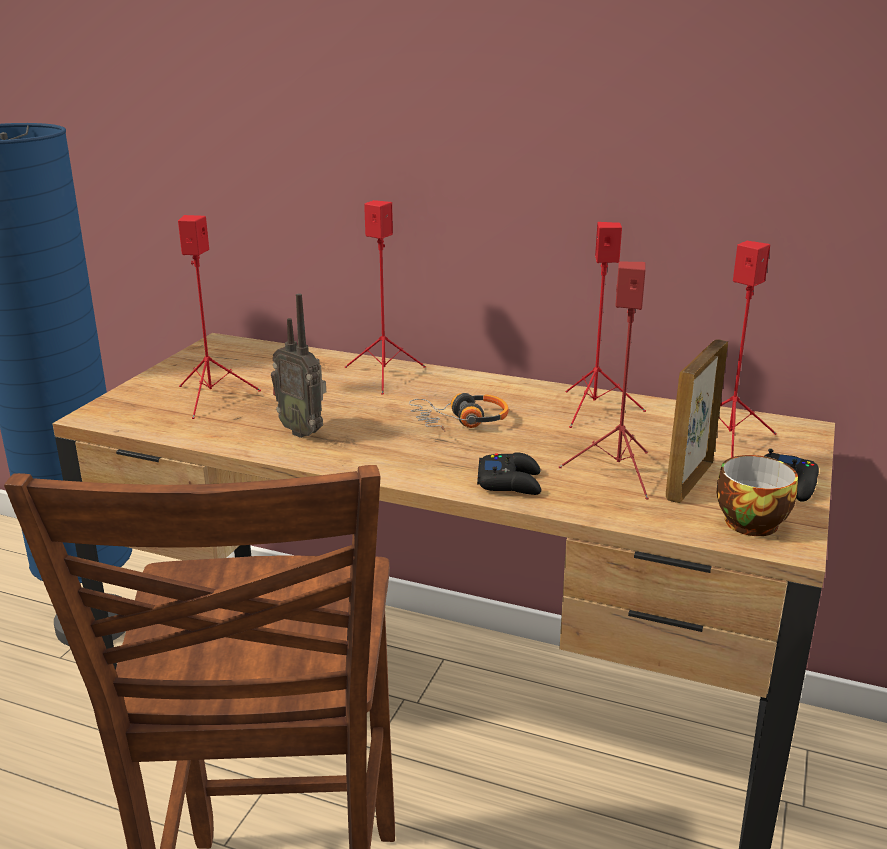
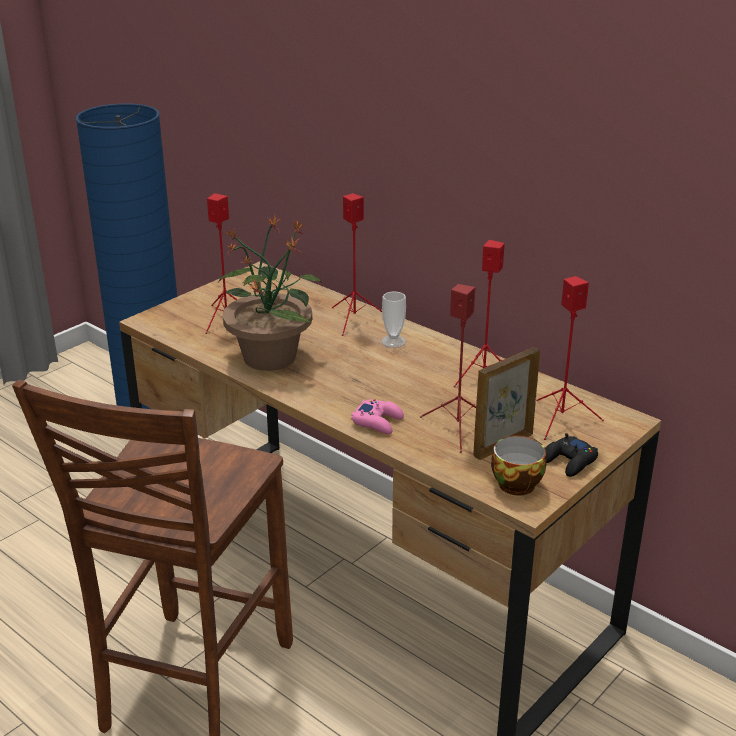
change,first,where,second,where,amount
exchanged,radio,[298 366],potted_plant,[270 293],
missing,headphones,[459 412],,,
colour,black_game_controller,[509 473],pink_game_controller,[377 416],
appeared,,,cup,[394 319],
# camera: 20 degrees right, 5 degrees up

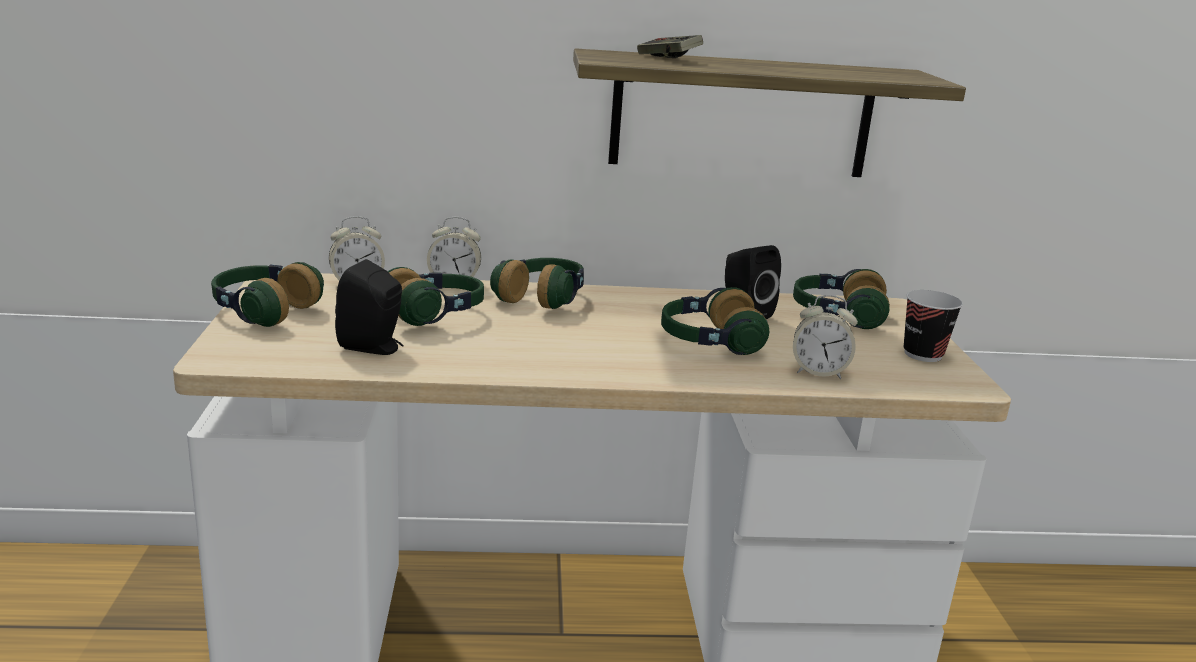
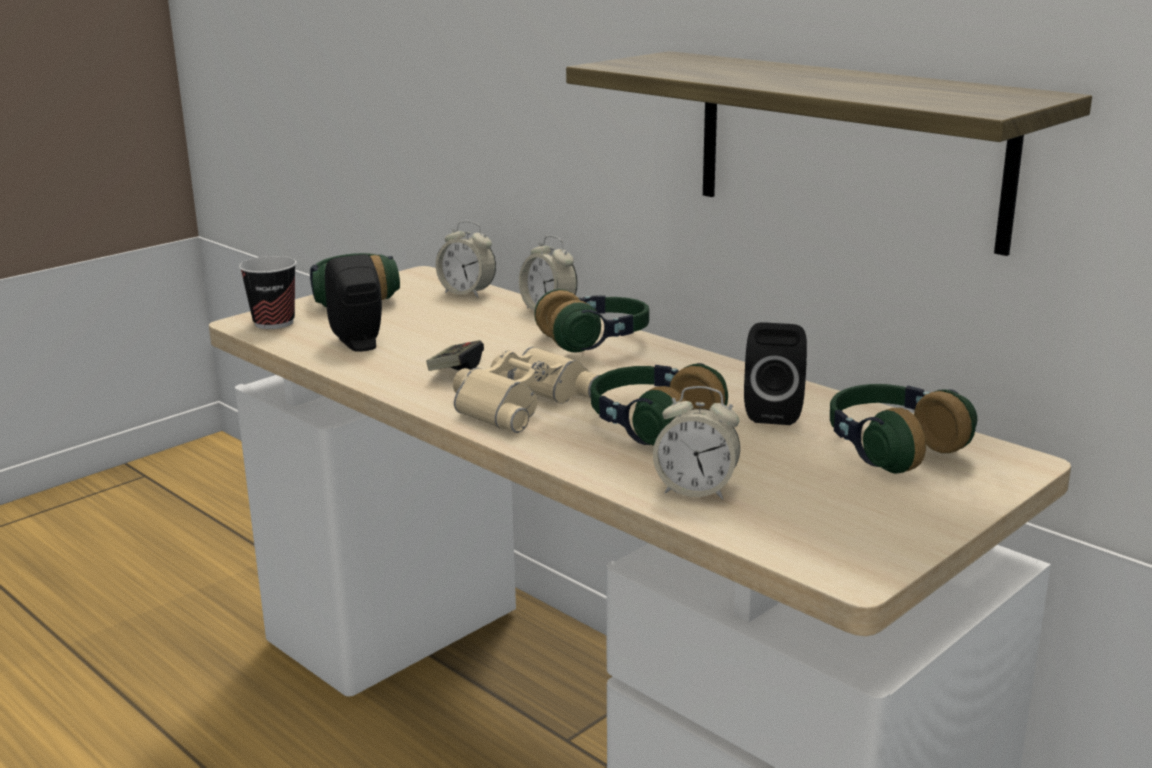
change,first,where,second,where,amount
relocated,game_controller,[670 46],,[455 355],
missing,headphones,[436 296],,,
relocated,cup,[933 326],,[267 292],
spun,alarm_clock,[825 337],,[696 443],45 degrees counterclockwise
appeared,,,beige_binoculars,[526 390],
# camera: 50 degrees right, 0 degrees up

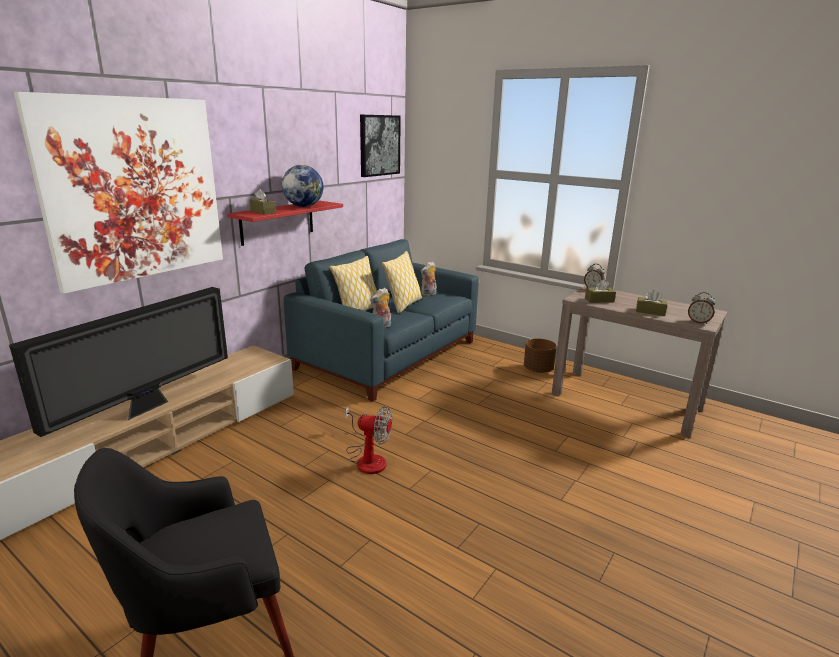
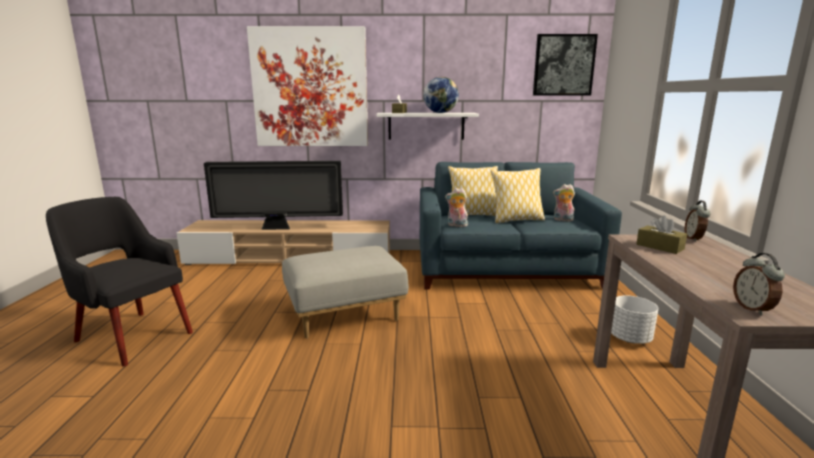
change,first,where,second,where,amount
colour,red_shelf,[285 223],white_shelf,[427 126],
missing,brown_tissue_box,[651 303],,,
colour,brown_planter,[540 355],white_planter,[634 319],
exchanged,fan,[369 440],grey_ottoman,[345 292],
# camera: 55 degrees right, 5 degrees down

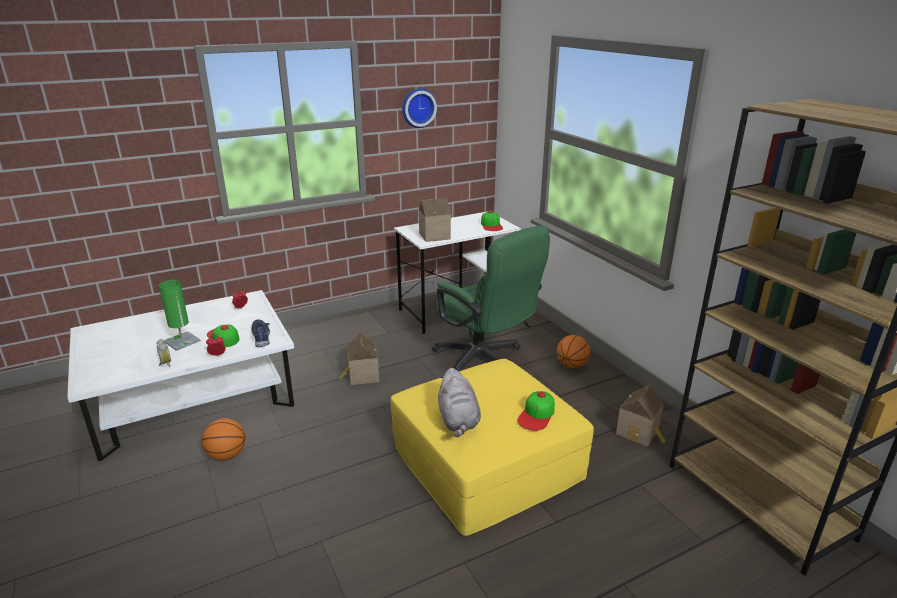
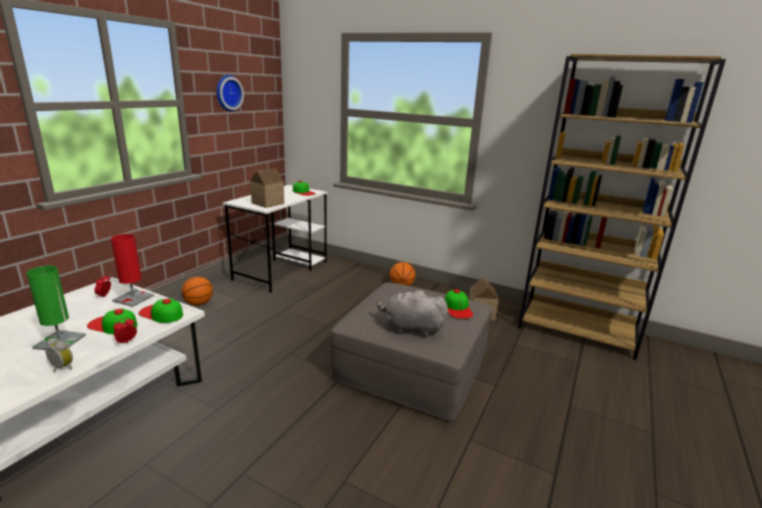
change,first,where,second,where,amount
missing,green_office_chair,[491 298],,,
exchanged,blue_shoe,[260 333],cap,[161 310],
missing,toy_house,[359 359],,,
colour,yellow_ottoman,[492 447],grey_ottoman,[411 351],
spun,grey_plush_toy,[459 402],,[412 313],150 degrees clockwise
relocated,basketball,[223 439],,[197 291],
appeared,,,red_table_lamp,[132 270],
# camera: 35 degrees left, 5 degrees down

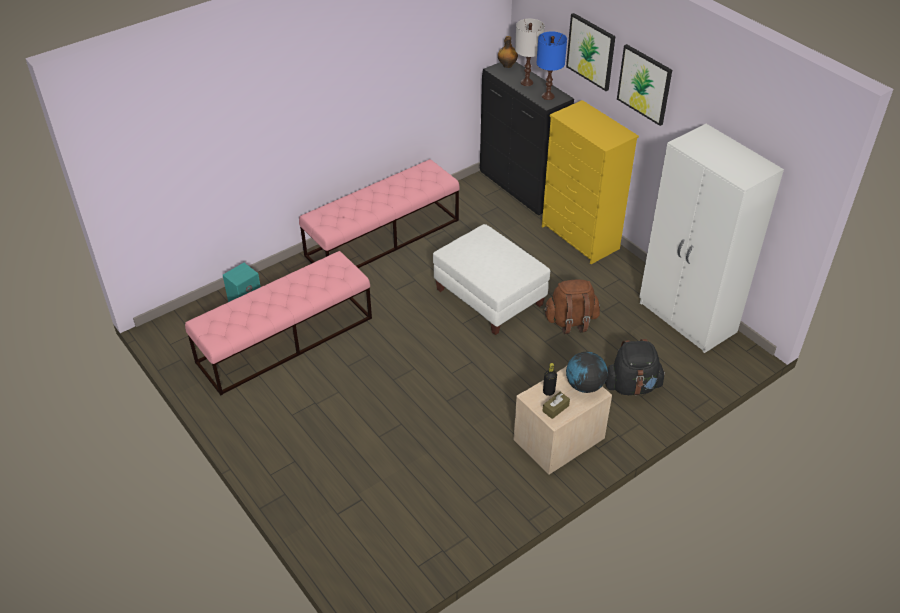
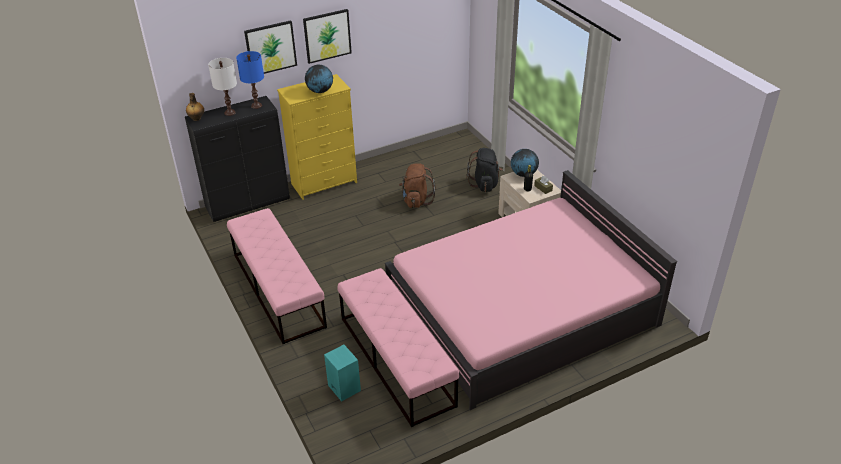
change,first,where,second,where,amount
missing,white_wardrobe,[711 238],,,
missing,white_ottoman,[491 279],,,
appeared,,,globe,[319 79],
appeared,,,pink_bed,[531 290],
# camera: 80 degrees left, 5 degrees down

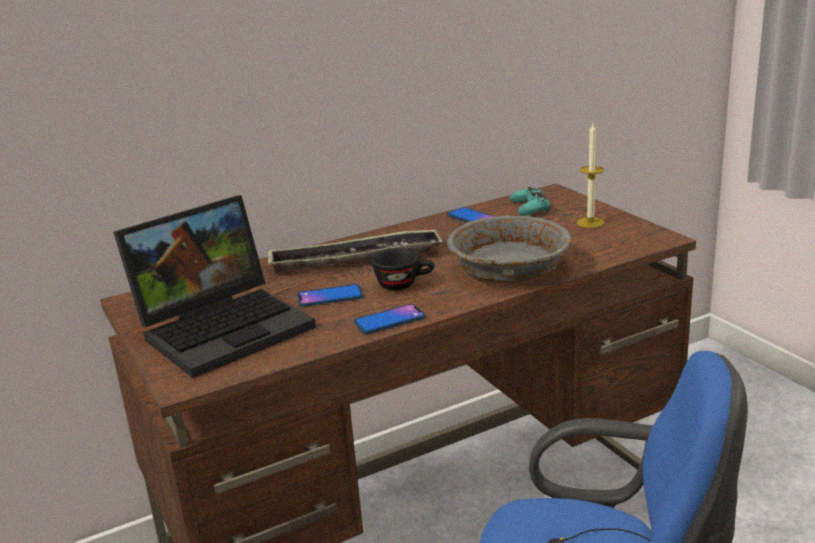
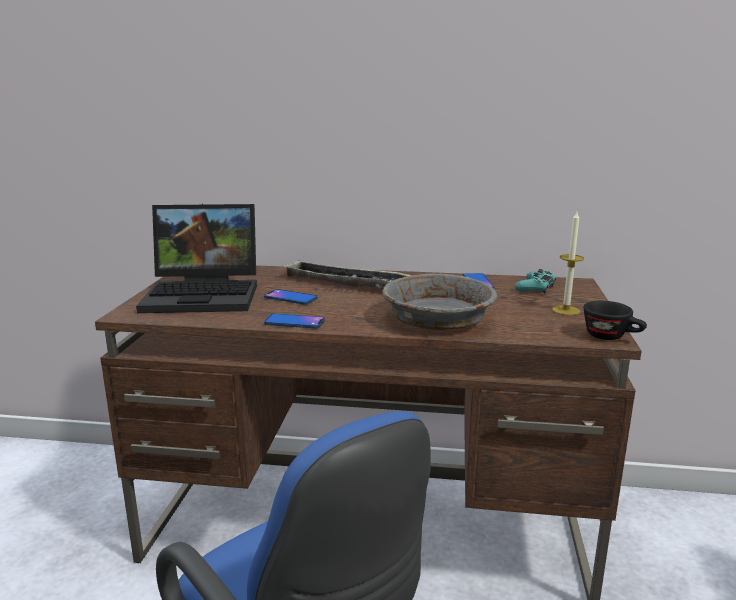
change,first,where,second,where,amount
relocated,black_cup,[403 269],,[615 320],
# camera: 35 degrees right, 5 degrees down

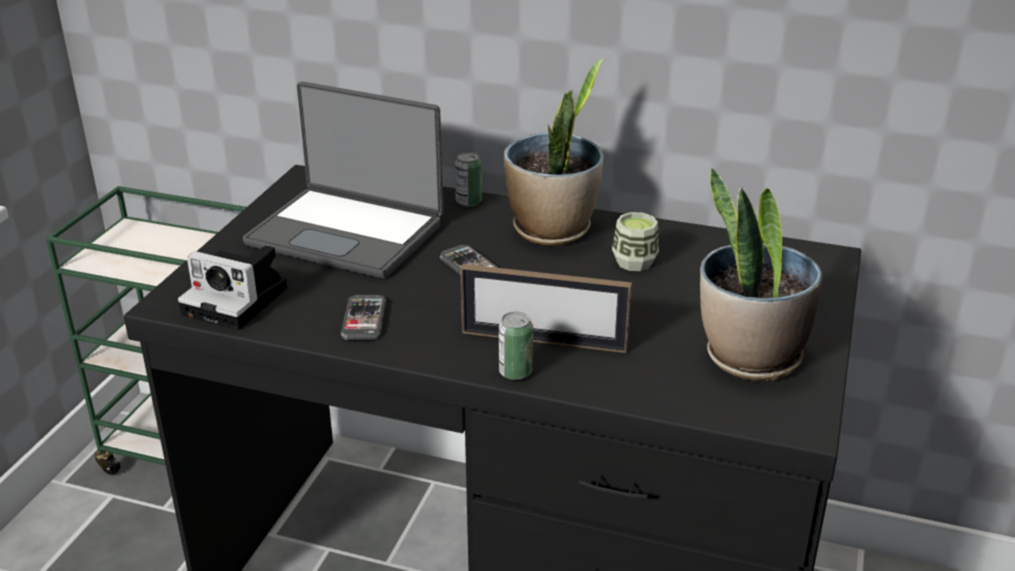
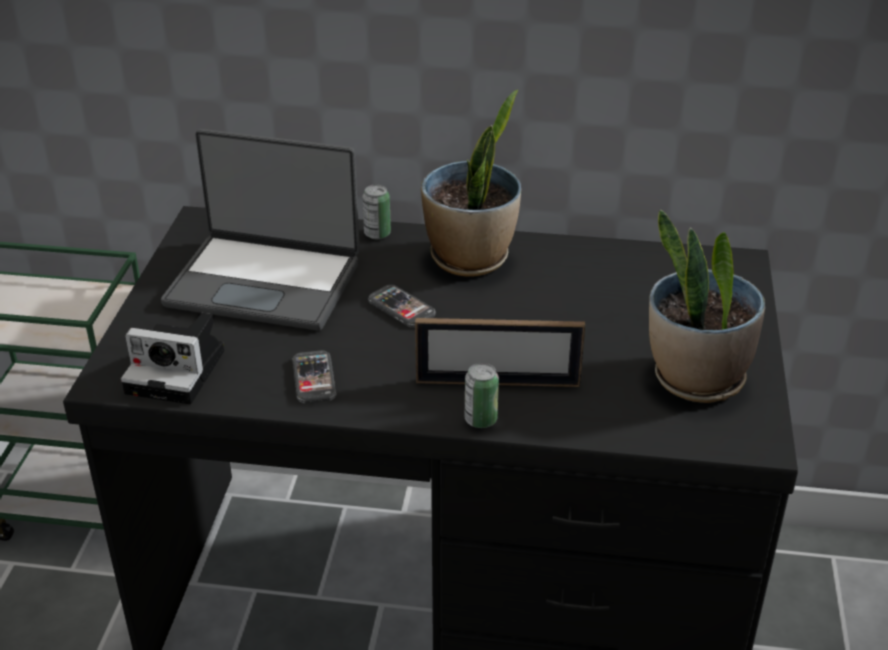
change,first,where,second,where,amount
missing,cup,[635 241],,,
# camera: 10 degrees left, 5 degrees up

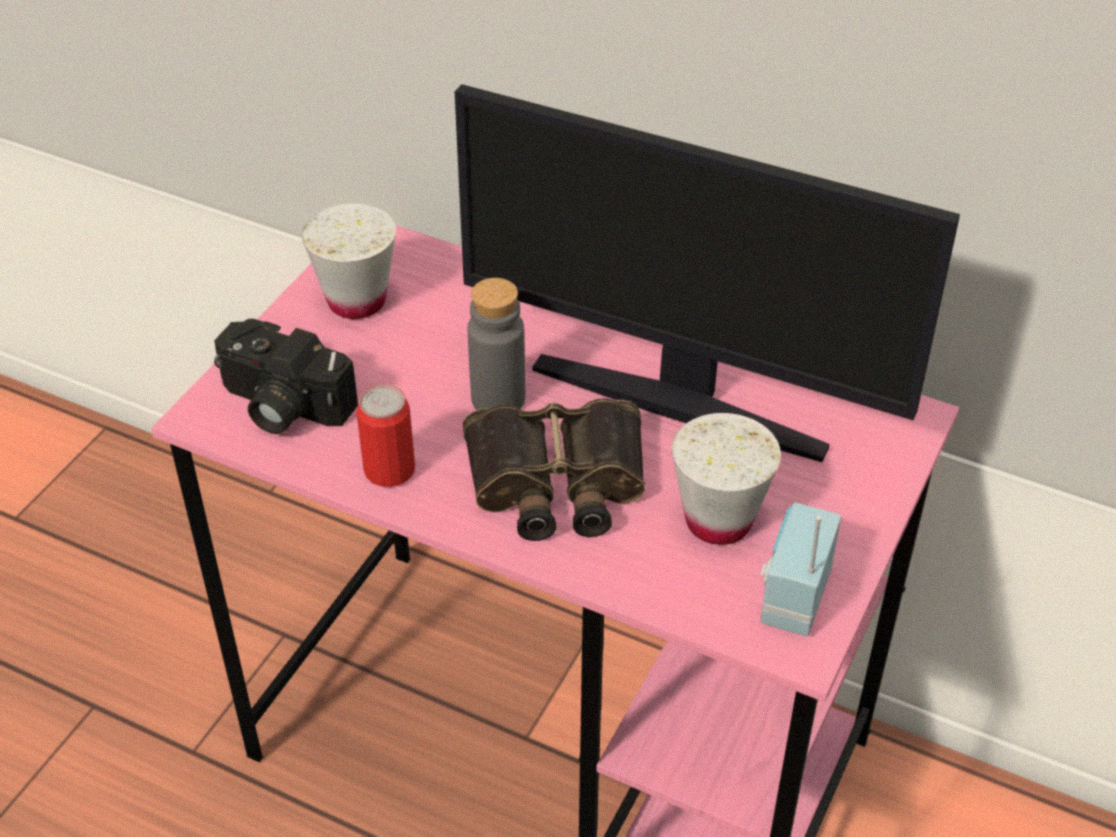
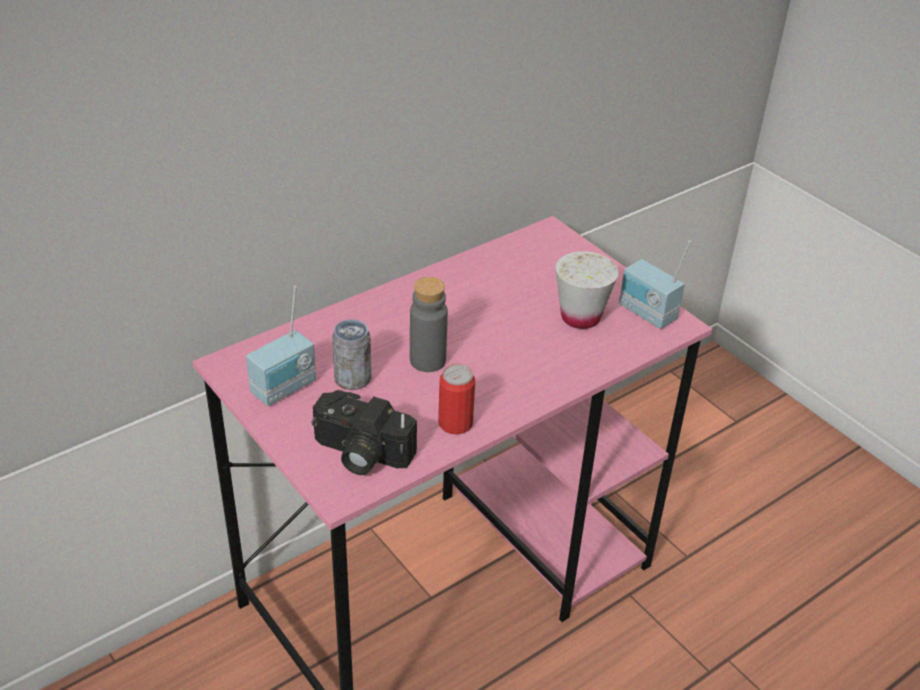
change,first,where,second,where,amount
missing,monitor,[707 273],,,
exchanged,white_cup,[349 261],radio,[281 346],
spun,photo_camera,[286 376],,[364 432],60 degrees clockwise
missing,binoculars,[554 469],,,
appeared,,,can,[351 354],
# camera: 65 degrees left, 5 degrees down

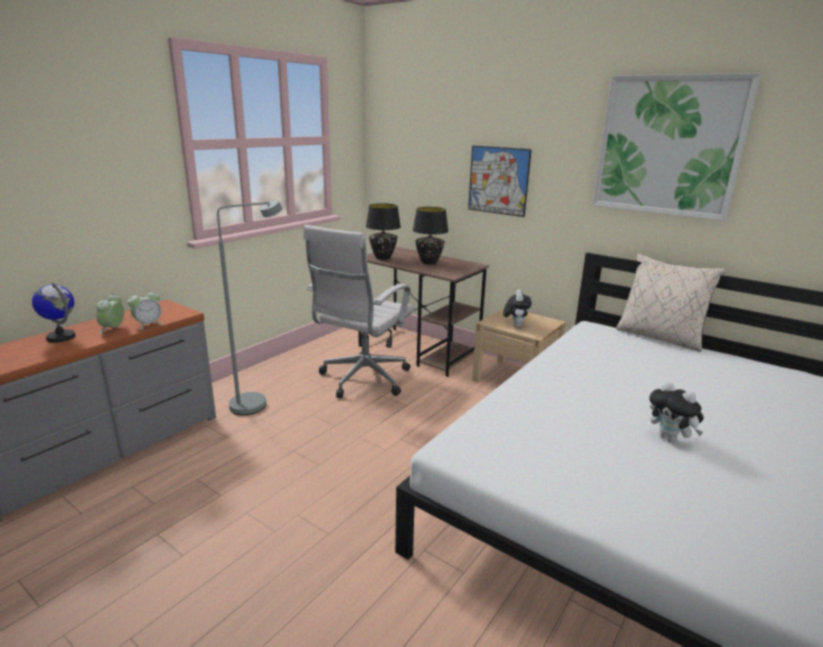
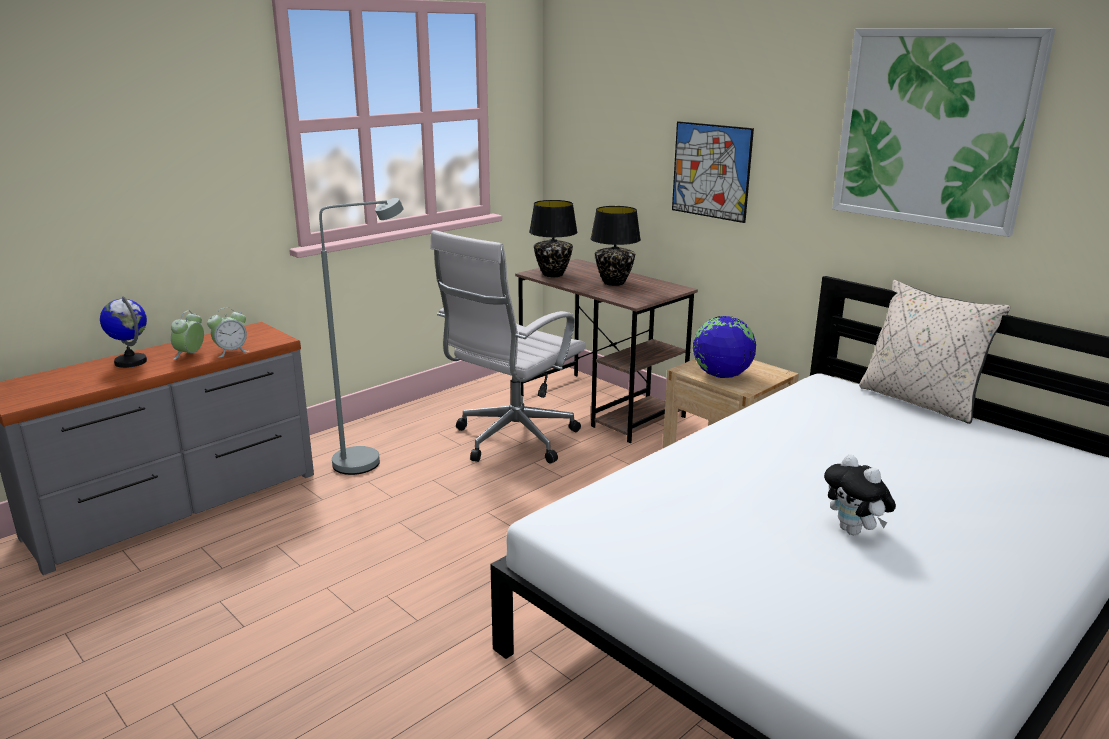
change,first,where,second,where,amount
exchanged,plush_toy,[517 308],globe,[724 347],
# camera: 10 degrees right, 0 degrees up

